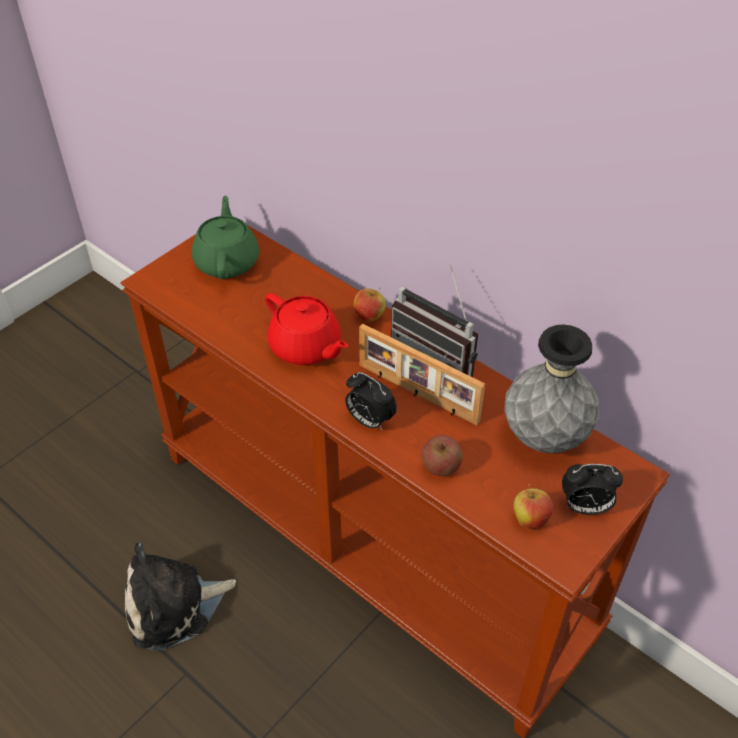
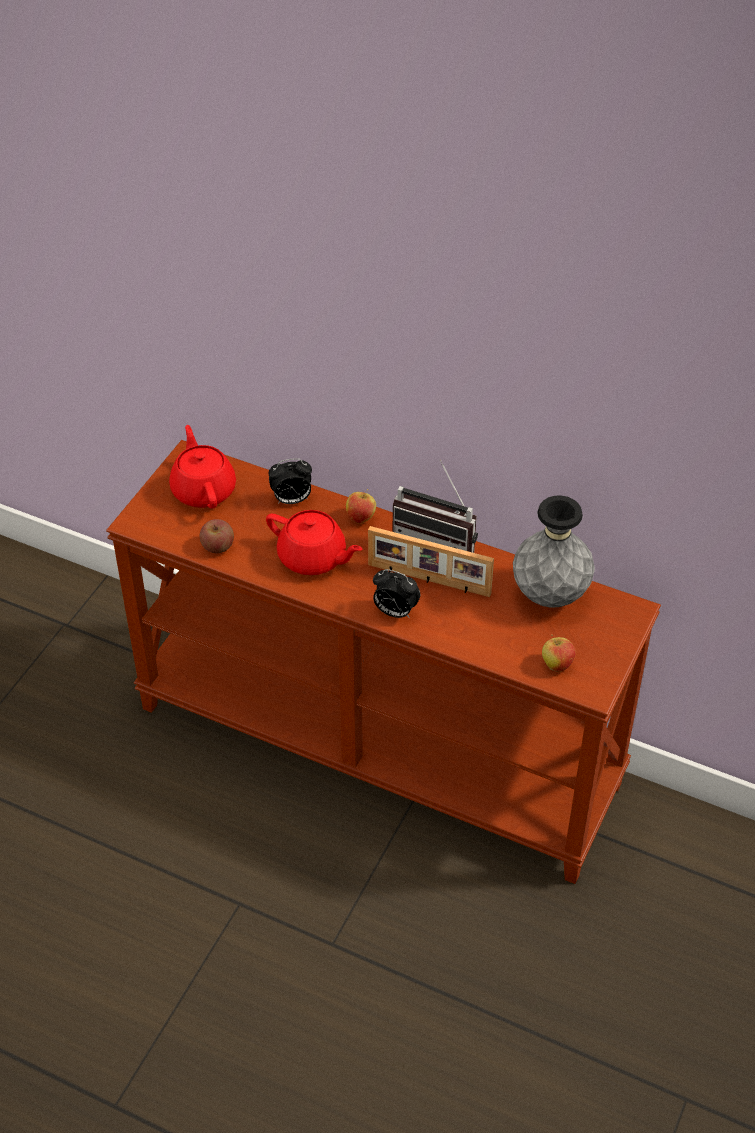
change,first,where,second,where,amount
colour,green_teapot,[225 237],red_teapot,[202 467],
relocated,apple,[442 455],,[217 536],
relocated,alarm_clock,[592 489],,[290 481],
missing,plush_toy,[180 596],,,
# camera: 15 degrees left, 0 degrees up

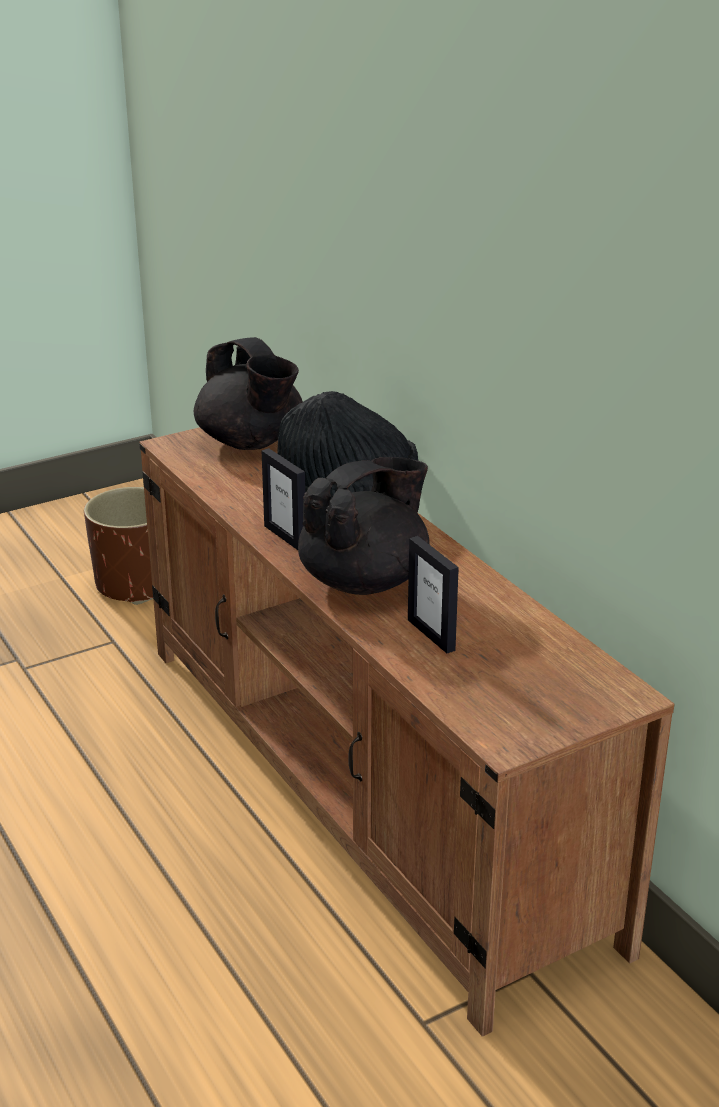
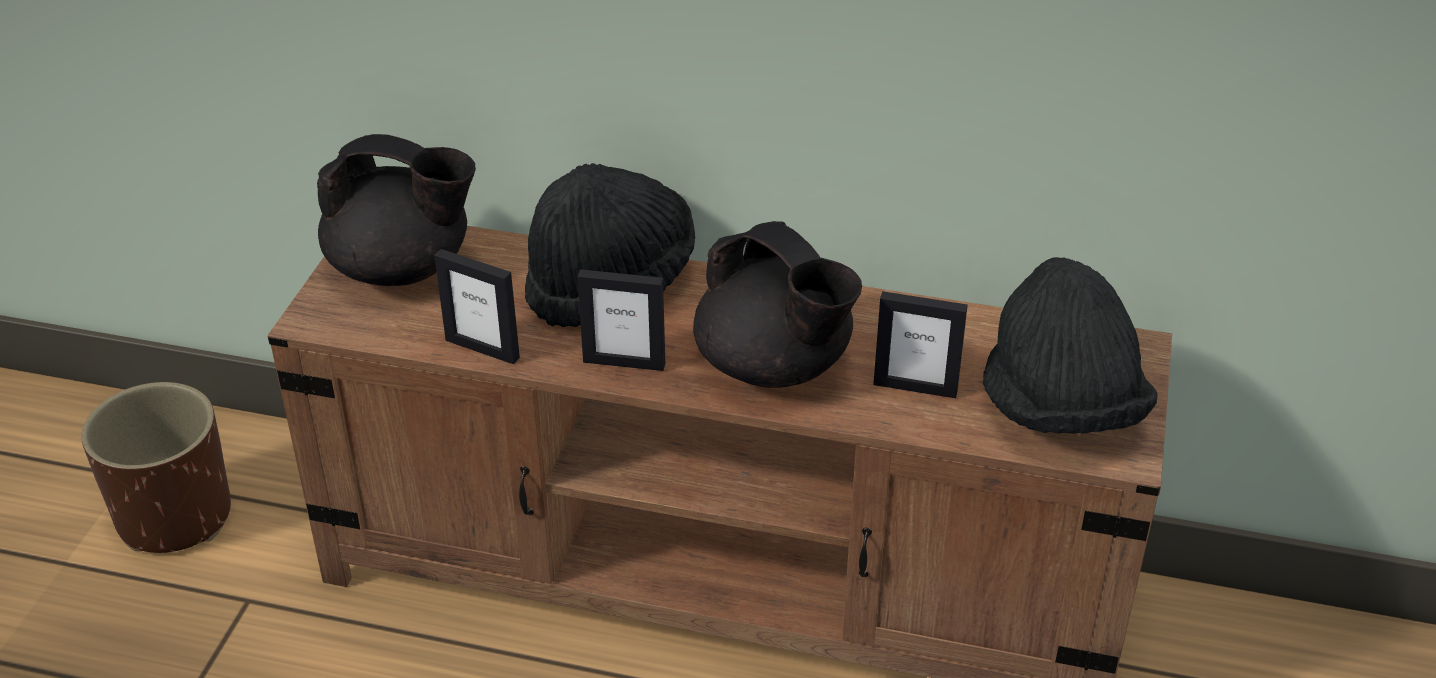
change,first,where,second,where,amount
spun,black_teapot,[364 526],,[777 304],135 degrees clockwise
appeared,,,picture_frame,[477 306],
appeared,,,black_hat,[1070 345],
# camera: 45 degrees left, 10 degrees up

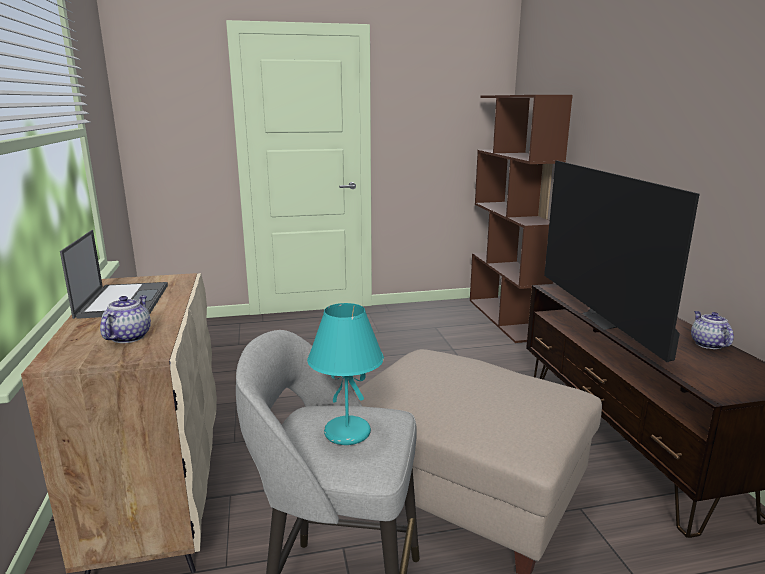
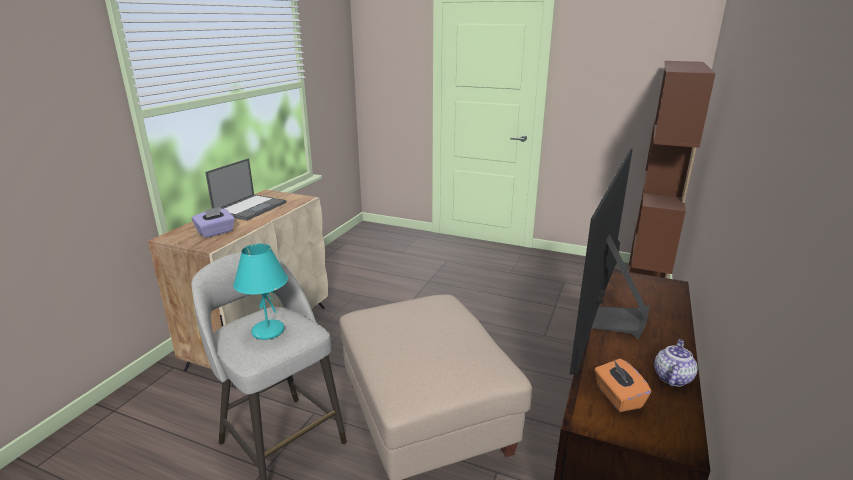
change,first,where,second,where,amount
exchanged,teapot,[125 319],purple_tissue_box,[213 222],
appeared,,,orange_tissue_box,[622 385],
# camera: 35 degrees right, 5 degrees up

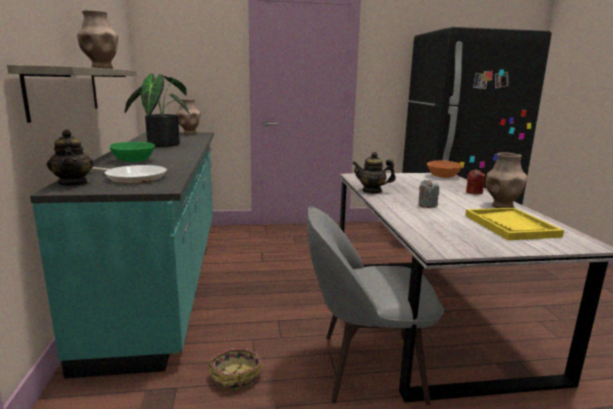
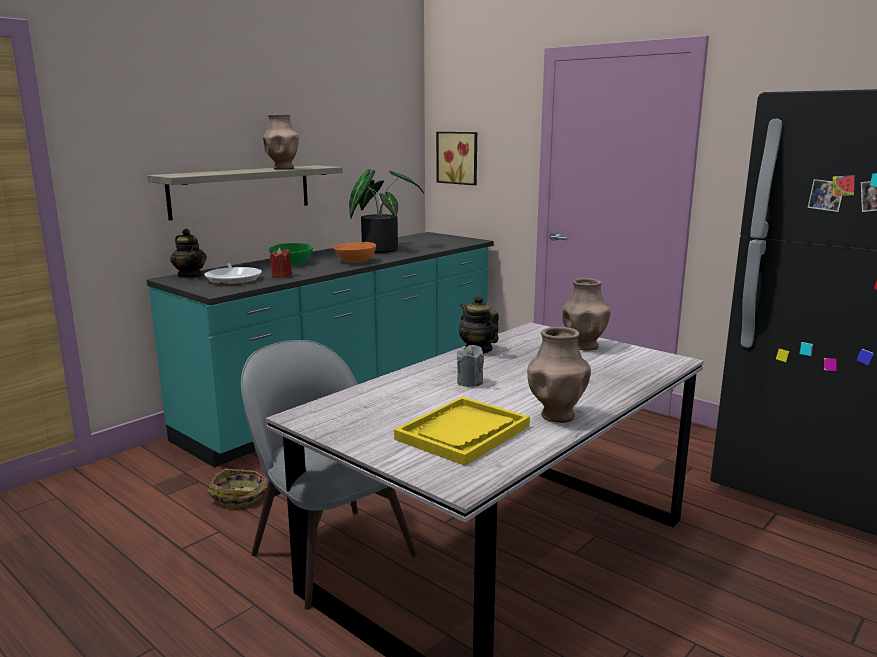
change,first,where,second,where,amount
relocated,brown_vase,[188 116],,[586 314],
spun,teapot,[70 157],,[188 253],60 degrees counterclockwise
relocated,orange_bowl,[444 169],,[354 252],
relocated,red_candle,[475 182],,[280 263],
appeared,,,picture,[456 158],
# camera: 50 degrees right, 0 degrees up

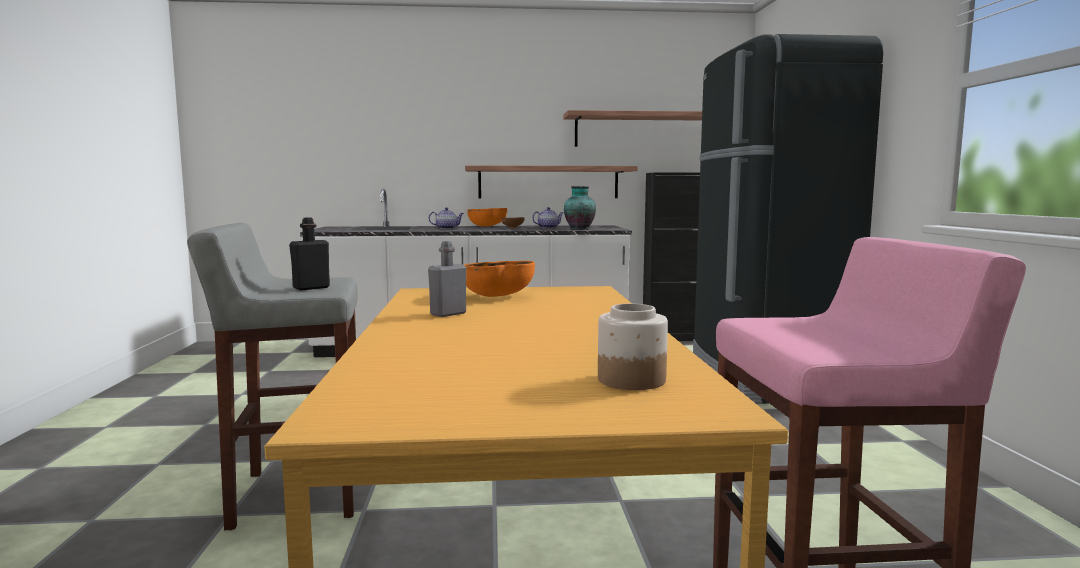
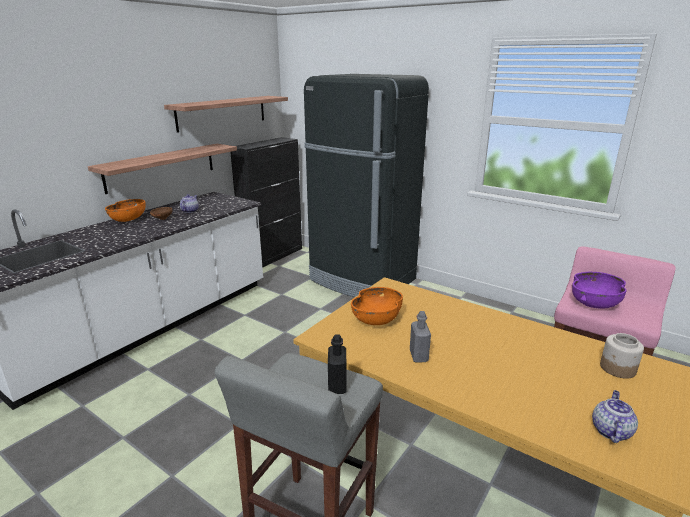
change,first,where,second,where,amount
missing,vase,[580 208],,,
relocated,teapot,[446 218],,[615 416],
appeared,,,purple_bowl,[599 290],
# camera: 50 degrees left, 15 degrees up

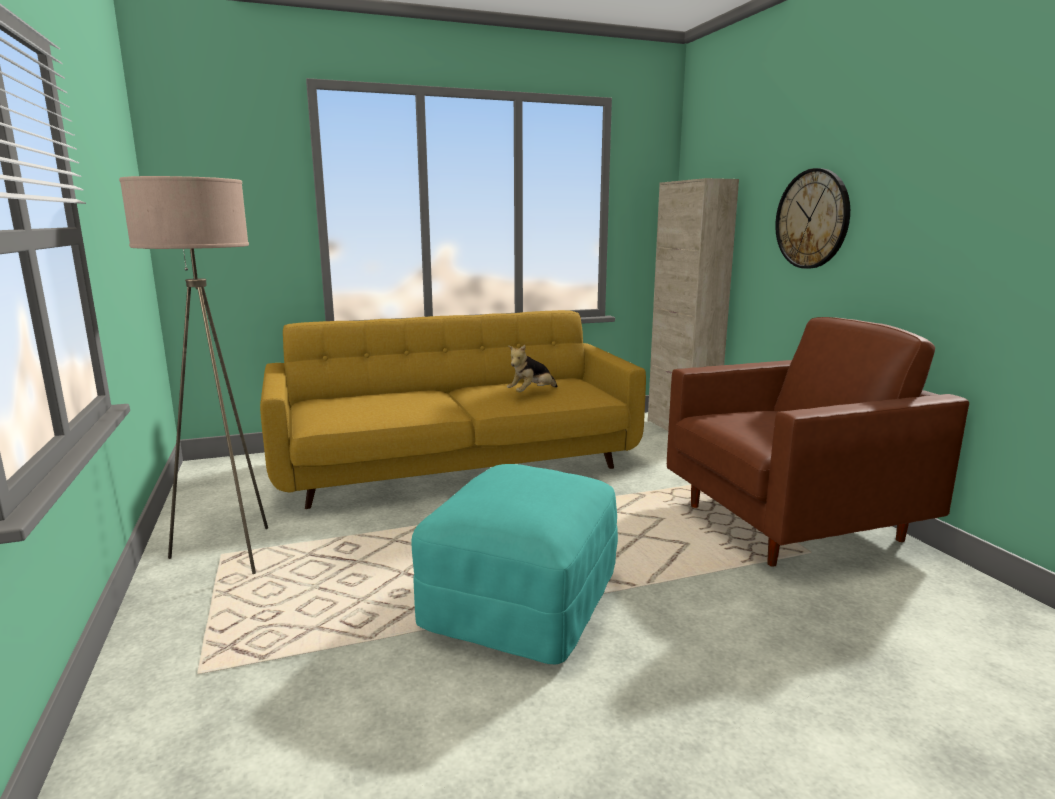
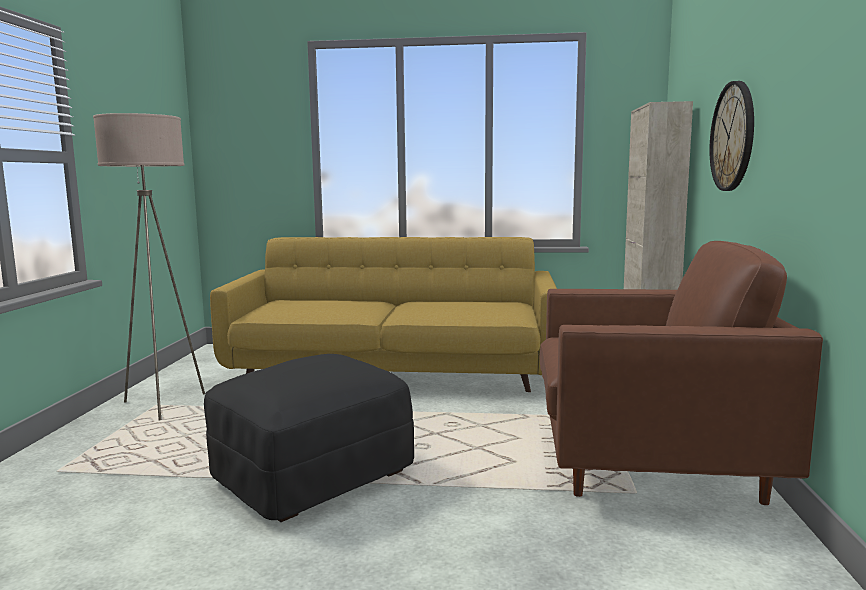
change,first,where,second,where,amount
missing,plush_toy,[532 368],,,
colour,turquoise_ottoman,[515 564],black_ottoman,[309 438],
# camera: 25 degrees right, 5 degrees down

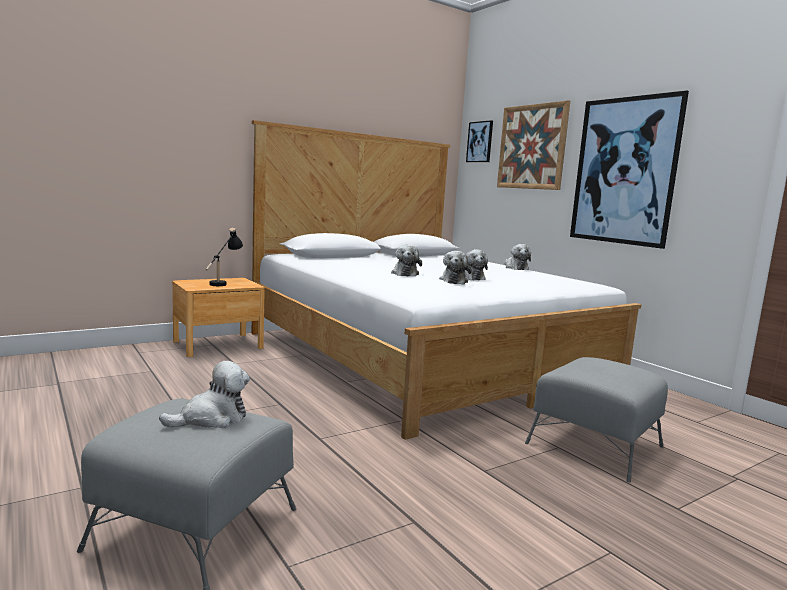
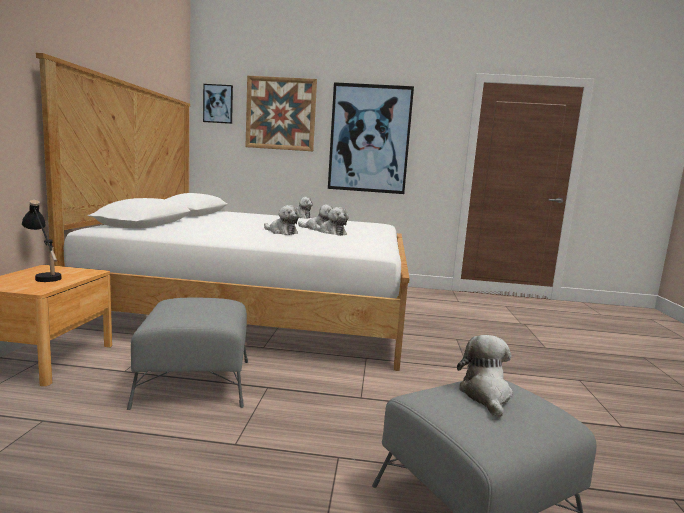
change,first,where,second,where,amount
relocated,grey_ottoman,[596 419],,[187 354],
# camera: 50 degrees left, 0 degrees up

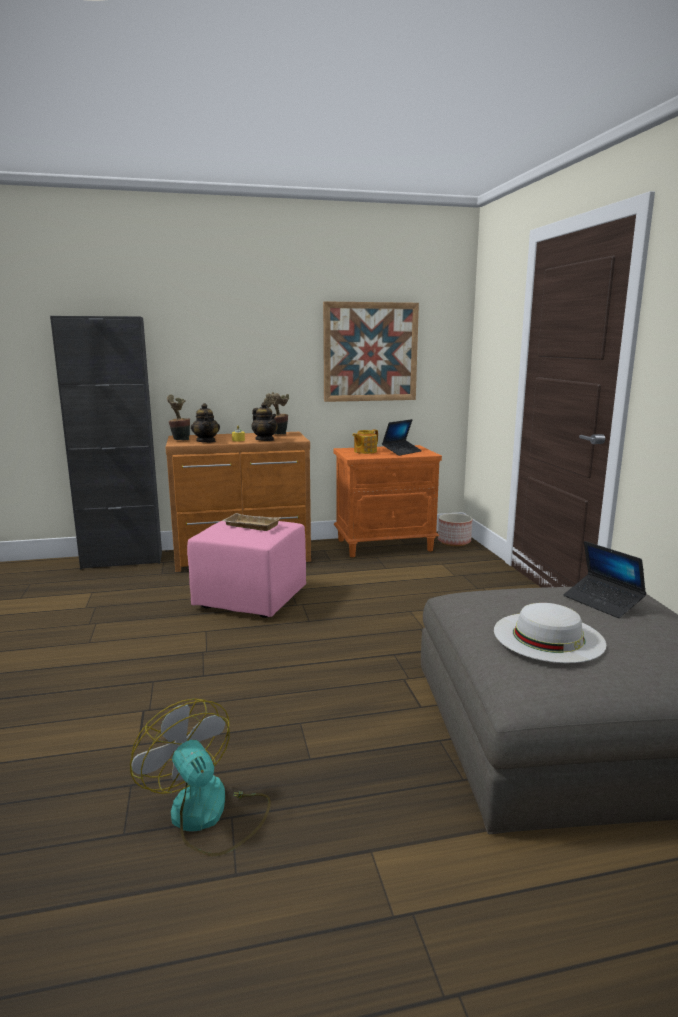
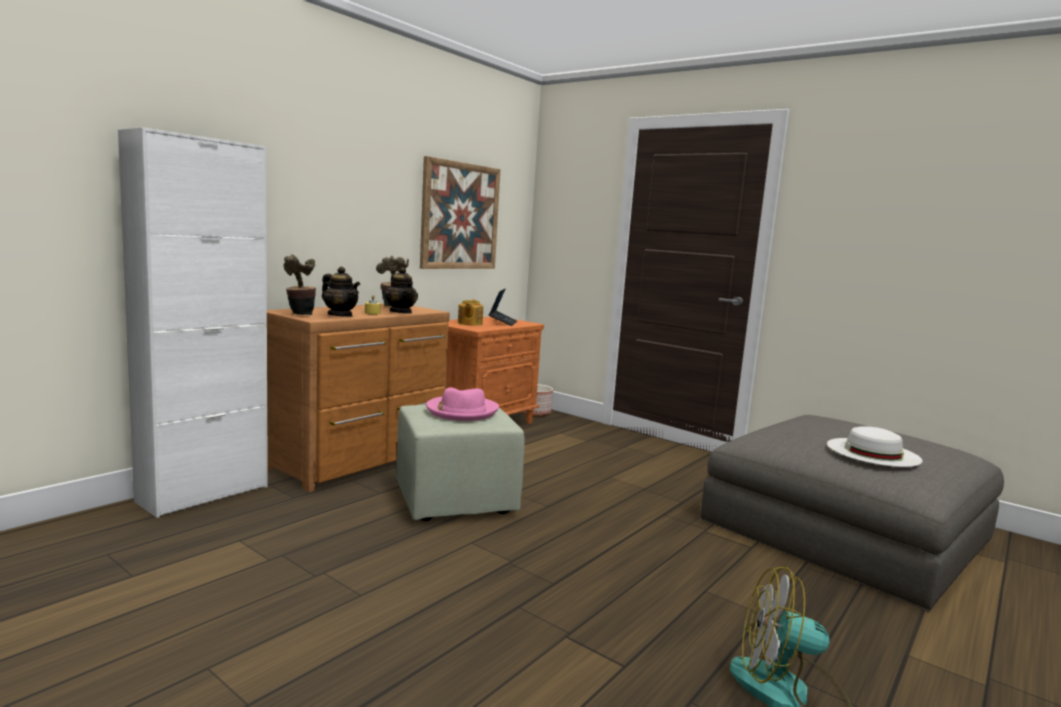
change,first,where,second,where,amount
colour,black_cabinet,[106 442],white_cabinet,[193 322],
spun,teapot,[265 421],,[401 290],45 degrees clockwise
exchanged,beige_tray,[251 522],pink_hat,[462 404],
colour,pink_ottoman,[246 569],green_ottoman,[460 463],
missing,laptop,[604 579],,,
# camera: 40 degrees left, 5 degrees down

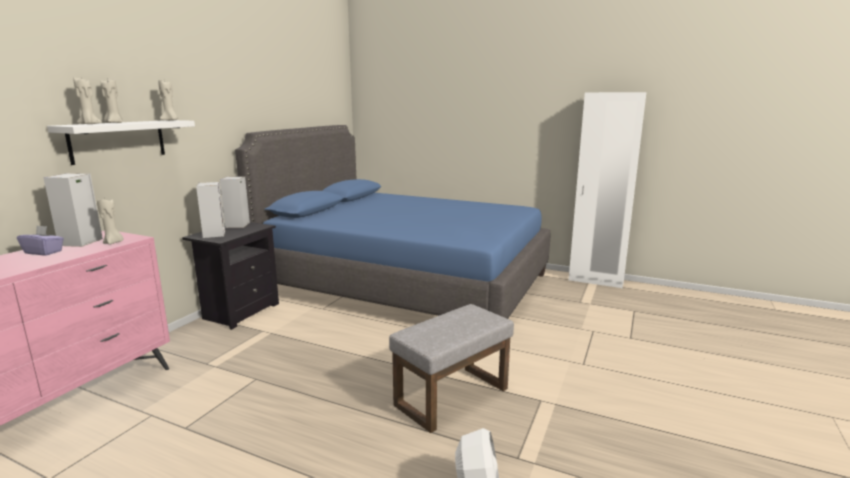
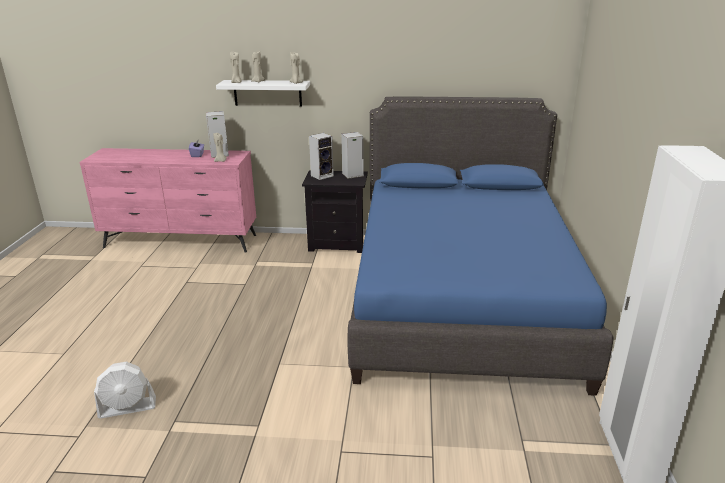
change,first,where,second,where,amount
missing,grey_ottoman,[451 368],,,
# camera: 70 degrees right, 10 degrees up

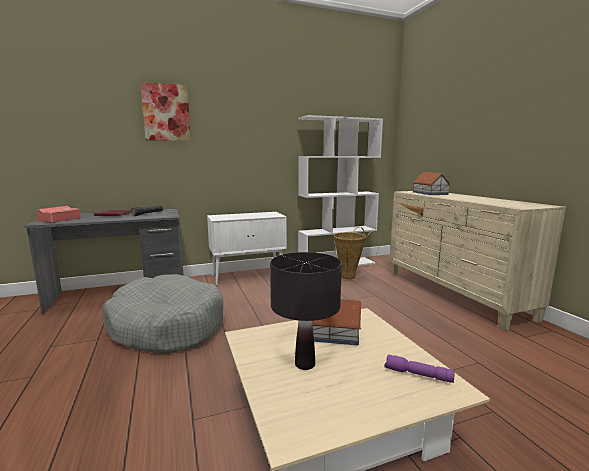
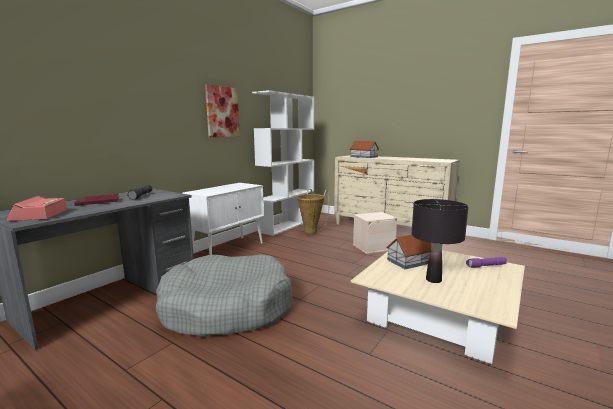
change,first,where,second,where,amount
relocated,picture,[165 111],,[222 110],
appeared,,,beige_storage_box,[375 233],
# camera: 35 degrees left, 0 degrees up

